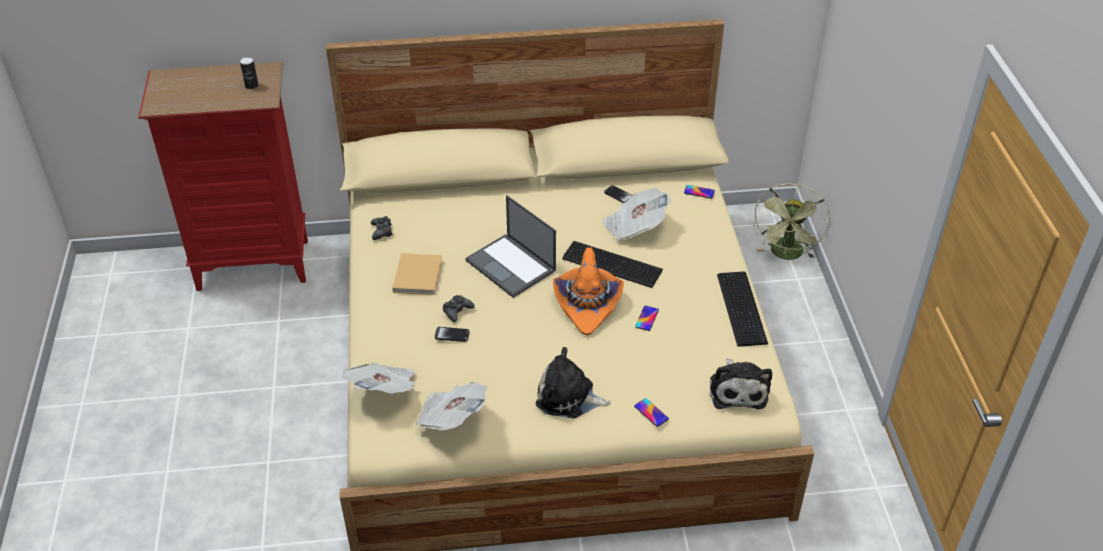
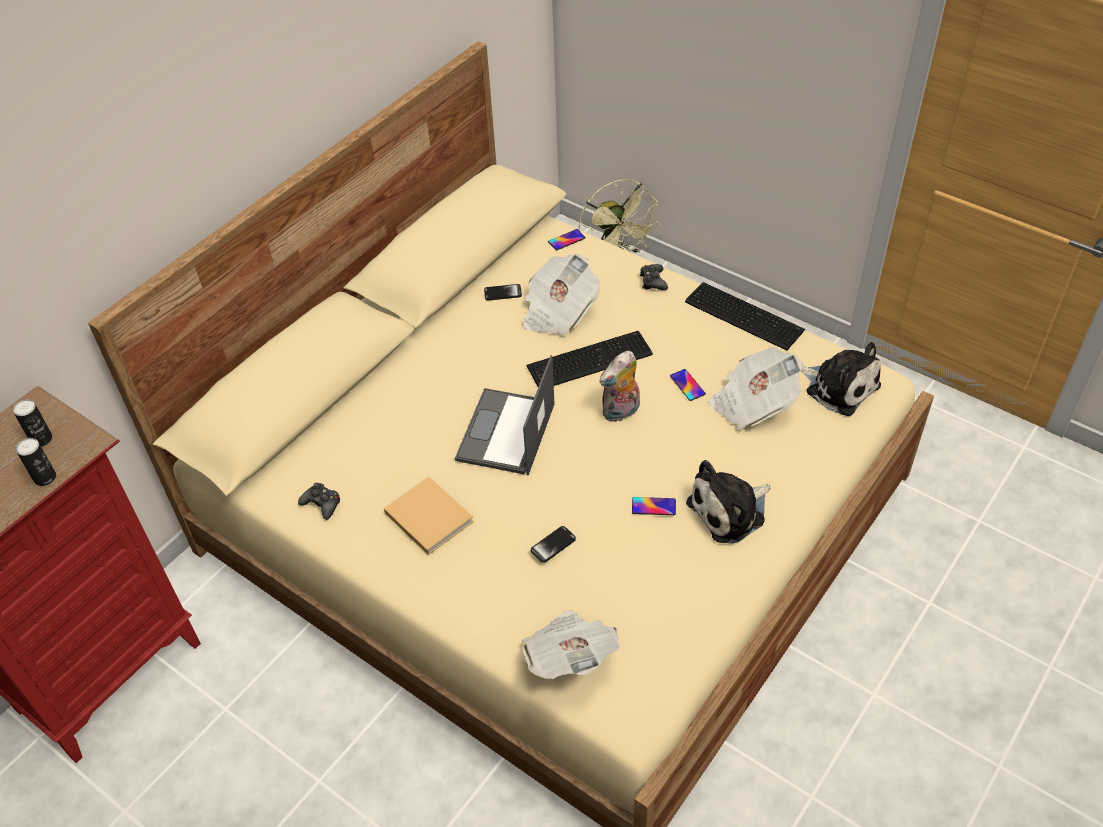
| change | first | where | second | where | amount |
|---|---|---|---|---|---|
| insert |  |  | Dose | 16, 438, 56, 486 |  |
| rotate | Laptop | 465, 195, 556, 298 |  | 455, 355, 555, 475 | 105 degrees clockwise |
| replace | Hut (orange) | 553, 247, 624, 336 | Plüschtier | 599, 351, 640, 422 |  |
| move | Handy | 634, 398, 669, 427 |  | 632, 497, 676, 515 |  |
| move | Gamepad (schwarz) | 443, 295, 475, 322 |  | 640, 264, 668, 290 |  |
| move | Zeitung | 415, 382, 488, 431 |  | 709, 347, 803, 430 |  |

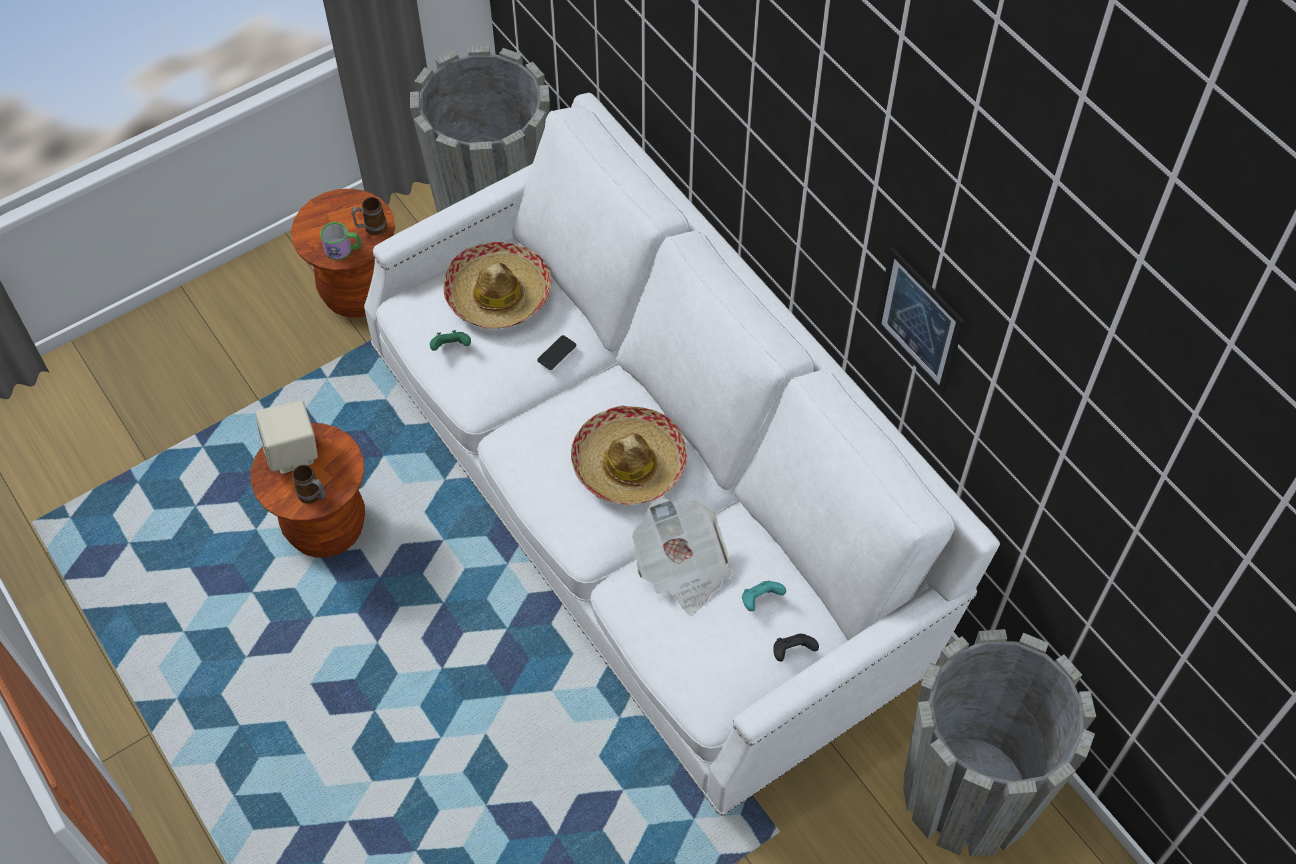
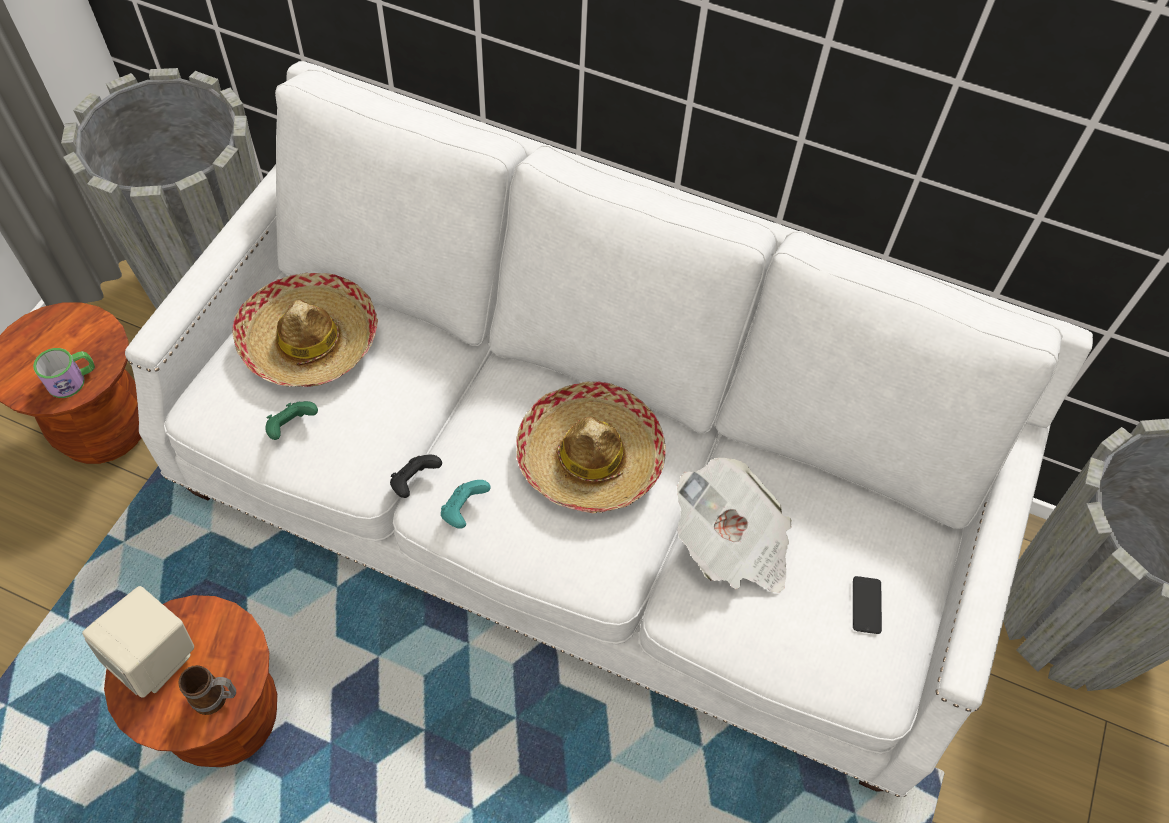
| change | first | where | second | where | amount |
|---|---|---|---|---|---|
| move | Gamepad (schwarz) | 773, 634, 819, 662 |  | 390, 455, 442, 498 |  |
| move | Gamepad (türkis) | 742, 581, 786, 611 |  | 441, 480, 491, 528 |  |
| move | Handy | 537, 335, 576, 370 |  | 853, 576, 882, 634 |  |
| delete | Henkelbecher | 351, 197, 387, 236 |  |  |  |
| delete | Bild | 875, 247, 964, 395 |  |  |  |

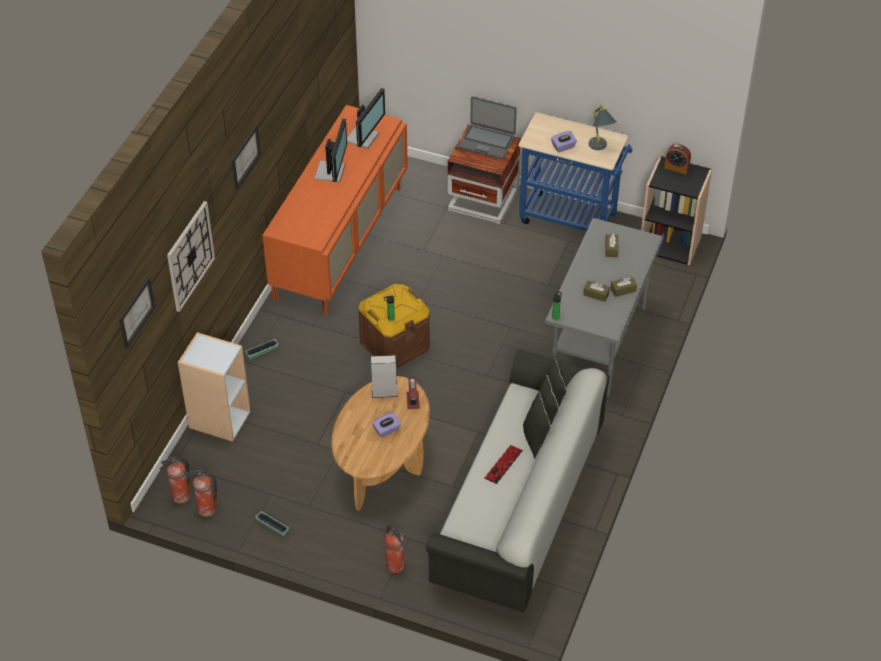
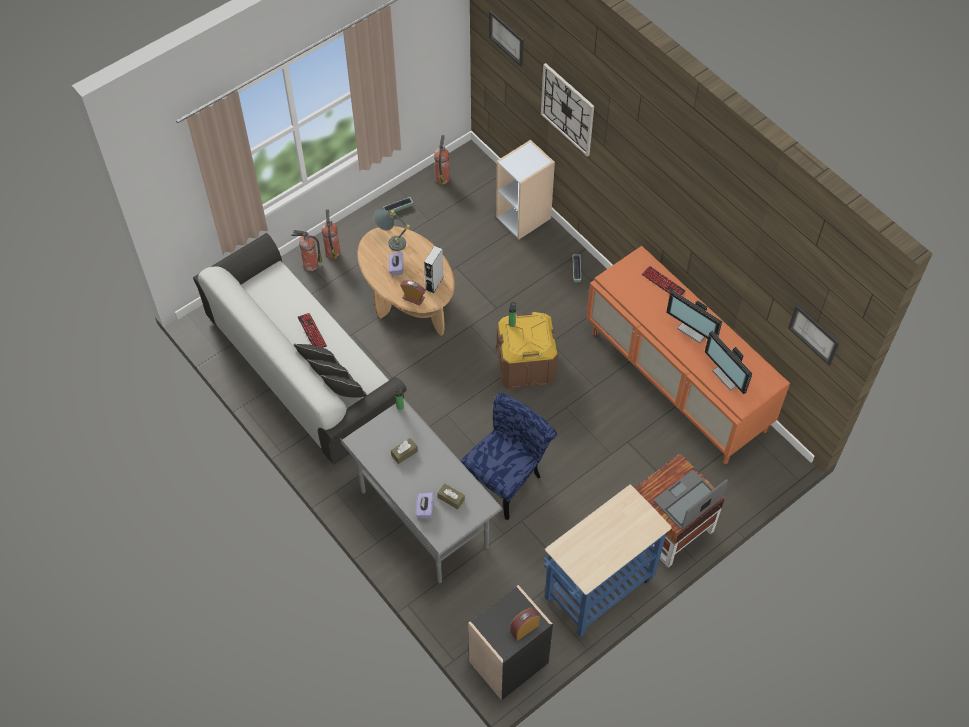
| change | first | where | second | where | amount |
|---|---|---|---|---|---|
| move | Feuerlöscher | 159, 457, 191, 504 |  | 322, 209, 340, 259 |  |
| move | Tischlampe (grau) | 589, 104, 617, 150 |  | 373, 209, 410, 251 |  |
| move | Taschentuchbox (lila) | 551, 131, 577, 152 |  | 416, 492, 434, 519 |  |
| insert |  |  | Stuhl (blau) | 461, 393, 557, 520 |  |
| insert |  |  | Tastatur | 642, 266, 686, 295 |  |
| move | Bild | 232, 125, 261, 190 |  | 788, 305, 839, 366 |  |
| delete | Taschentuchbox (braun) | 610, 277, 637, 297 |  |  |  |

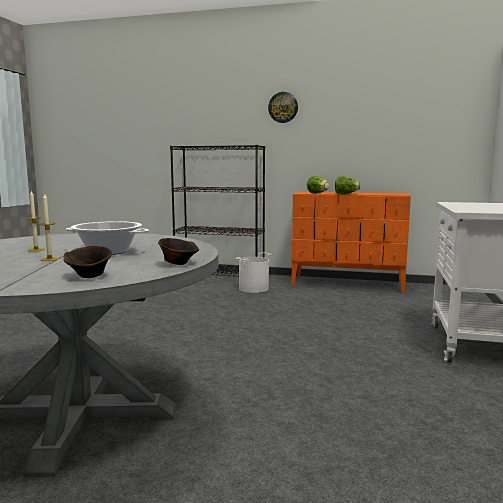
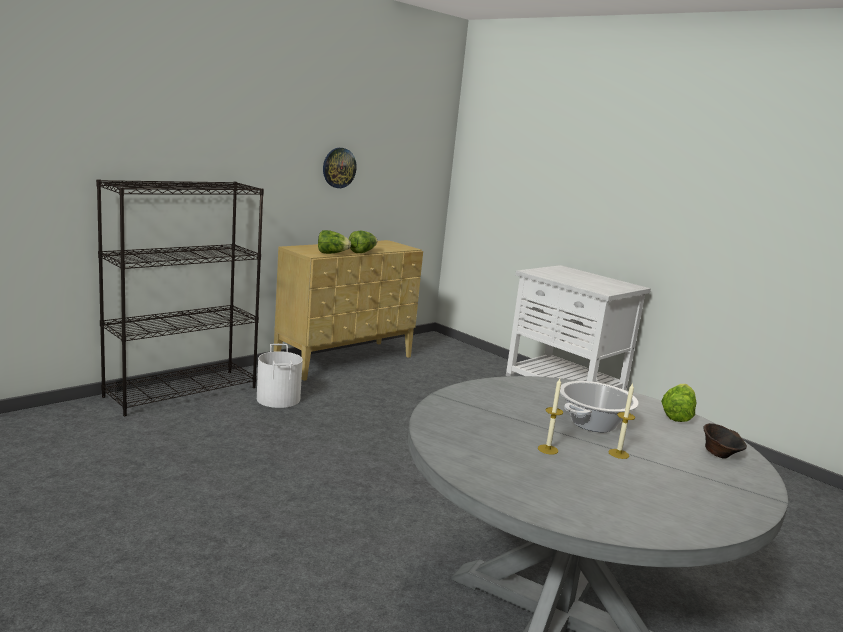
| change | first | where | second | where | amount |
|---|---|---|---|---|---|
| recolor | Kommode (orange) | 291, 192, 411, 293 | Kommode (beige) | 274, 240, 423, 381 |  |
| move | Wanduhr | 268, 92, 298, 123 |  | 323, 148, 357, 188 |  |
| replace | Schüssel (braun) | 158, 238, 199, 265 | Salatkopf | 661, 384, 696, 422 |  |

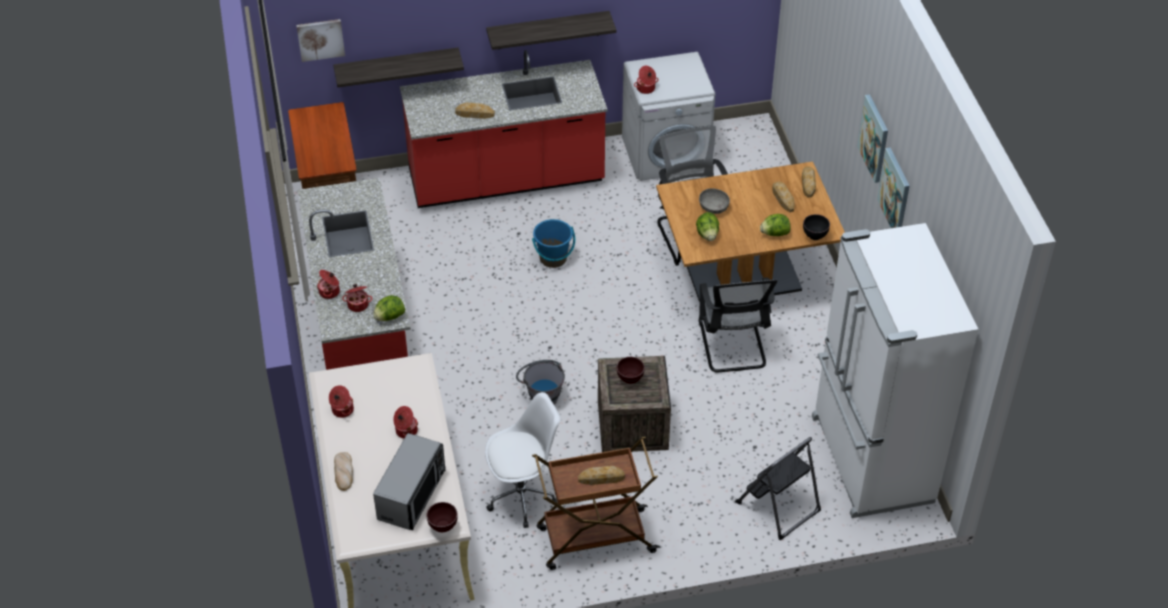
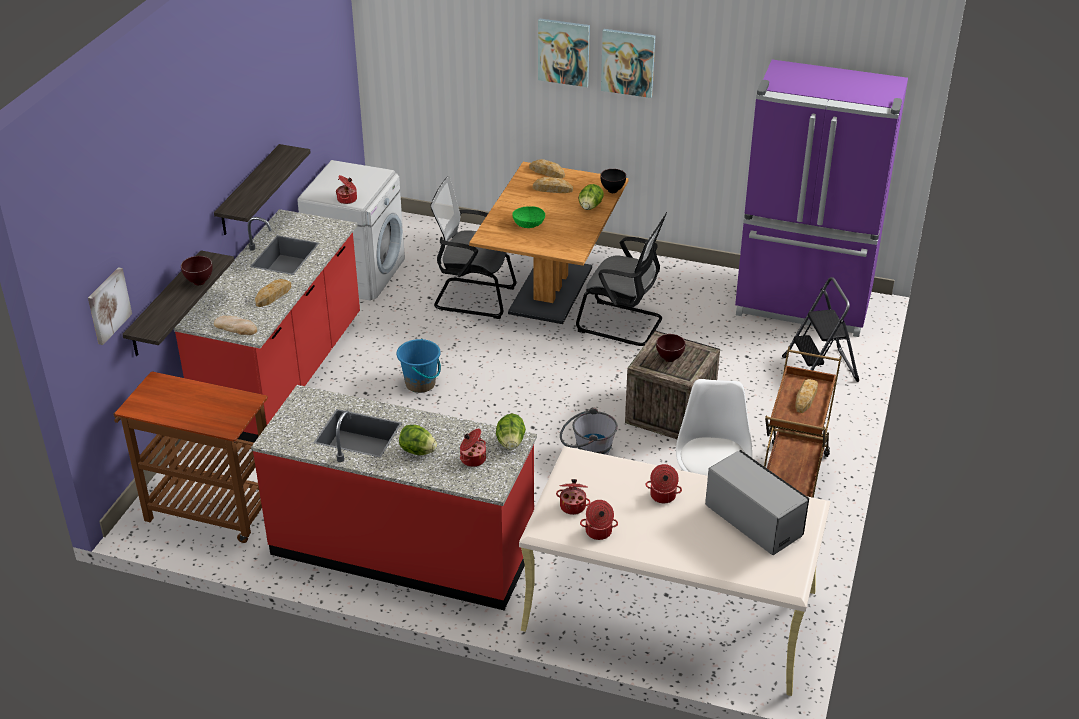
| change | first | where | second | where | amount |
|---|---|---|---|---|---|
| move | Schüssel (braun) | 427, 502, 458, 532 |  | 181, 256, 213, 285 |  |
| move | Brot | 334, 452, 353, 491 |  | 214, 316, 257, 335 |  |
| move | Salatkopf | 696, 212, 719, 241 |  | 399, 425, 437, 455 |  |
| recolor | Schüssel (grau) | 699, 188, 730, 214 | Schüssel (grün) | 512, 206, 545, 228 |  |
| move | Bild | 877, 148, 909, 228 |  | 538, 18, 590, 87 |  |
| move | Kochtopf | 317, 270, 340, 299 |  | 556, 479, 590, 515 |  |
| recolor | Kühlschrank (weiß) | 812, 223, 978, 518 | Kühlschrank (lila) | 735, 60, 908, 337 |  |

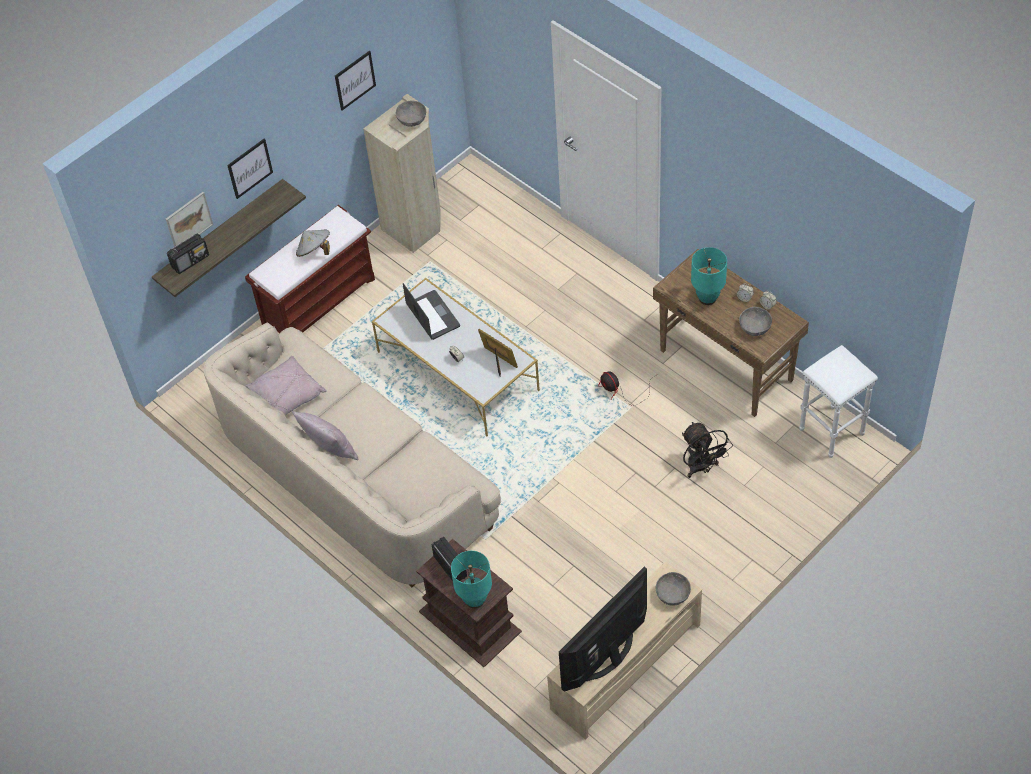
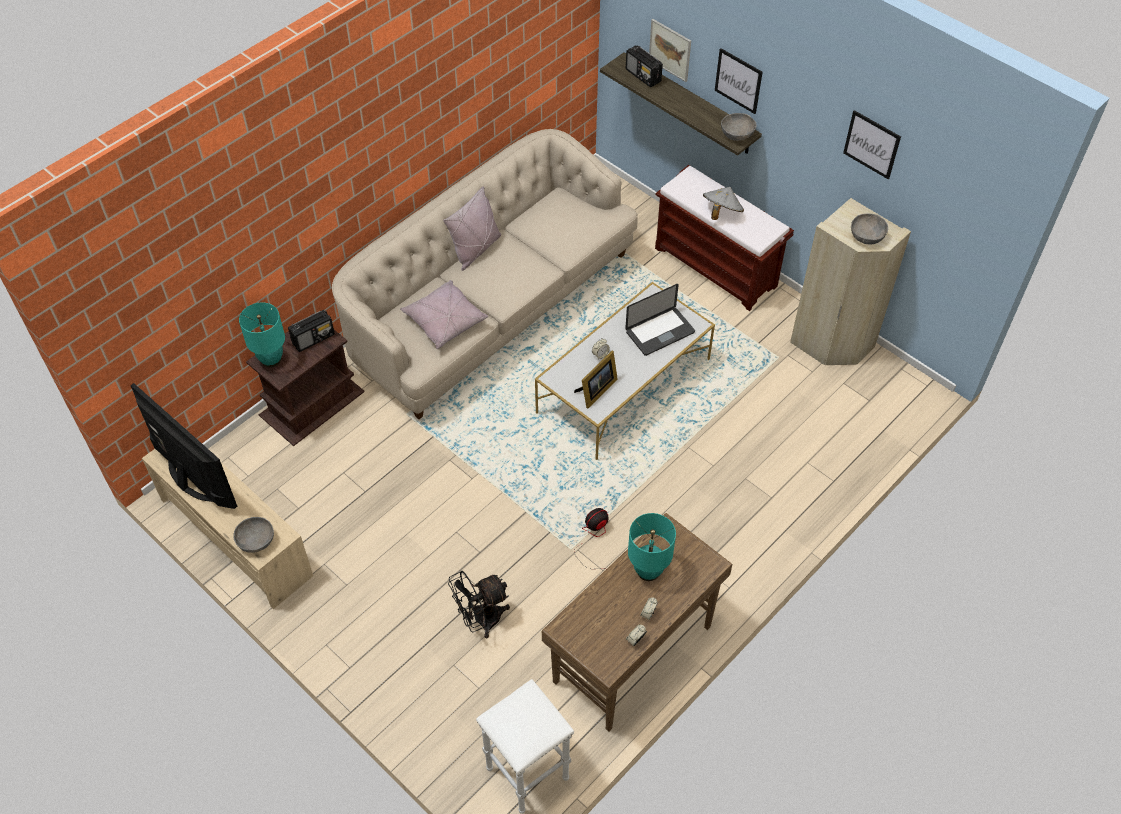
| change | first | where | second | where | amount |
|---|---|---|---|---|---|
| move | Kissen (lila) | 245, 356, 327, 415 |  | 400, 280, 488, 349 |  |
| move | Schüssel (grau) | 739, 307, 772, 336 |  | 721, 113, 757, 141 |  |

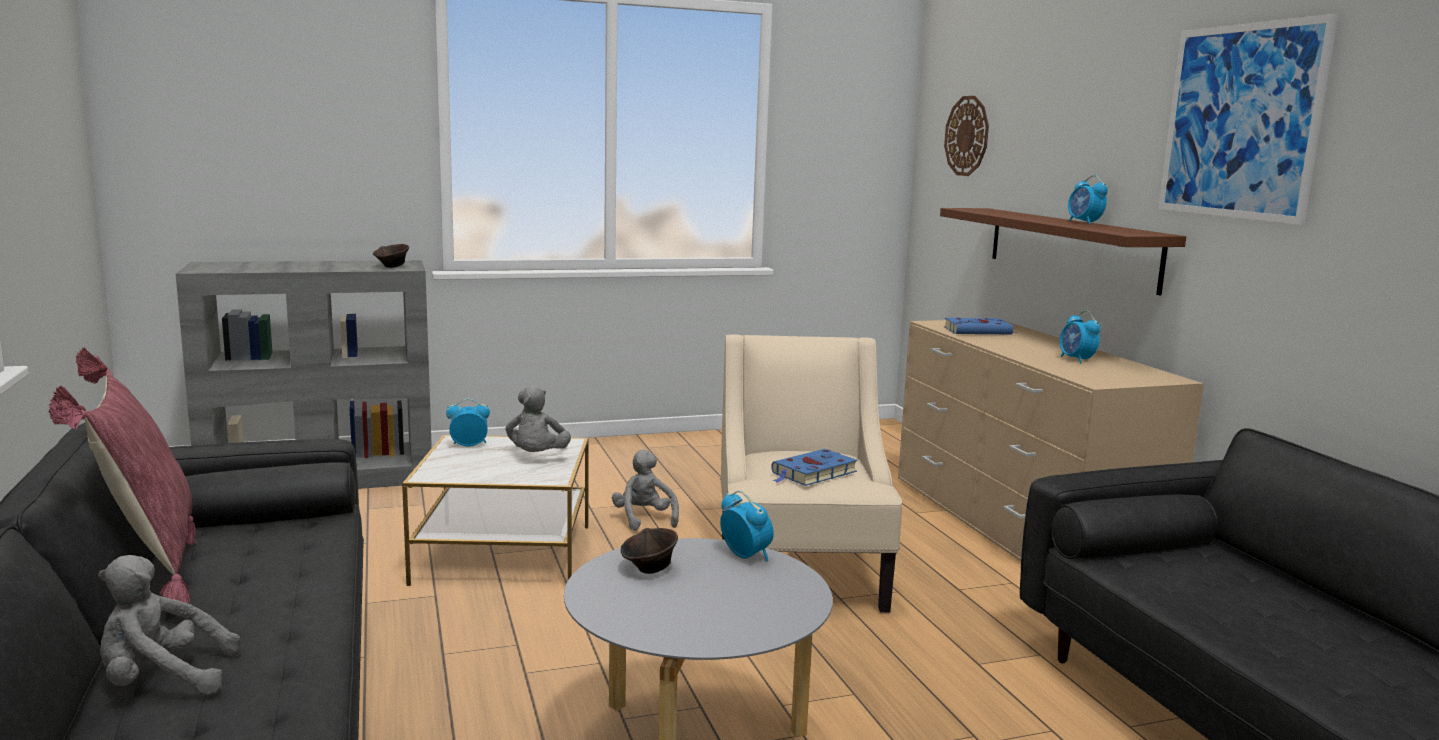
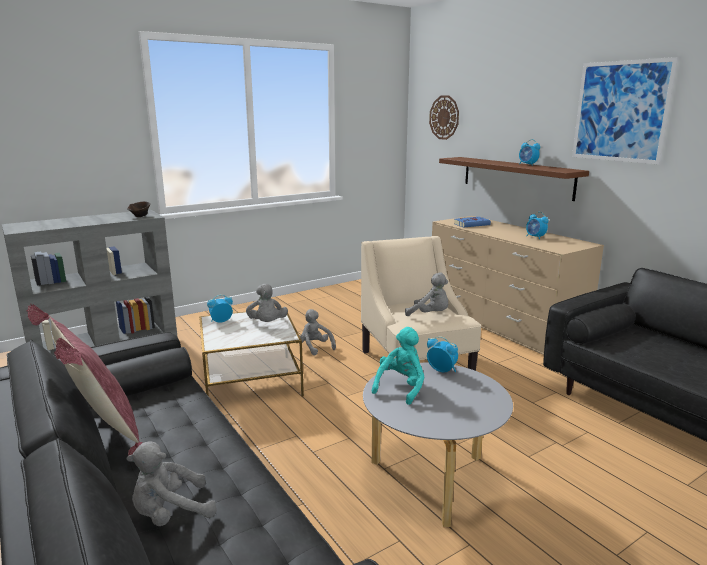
| change | first | where | second | where | amount |
|---|---|---|---|---|---|
| replace | Schüssel (braun) | 621, 528, 678, 574 | Plüschtier (türkis) | 372, 327, 425, 405 |  |
| replace | Buch (blau) | 771, 449, 858, 486 | Plüschtier (grau) | 405, 273, 448, 316 |  |

